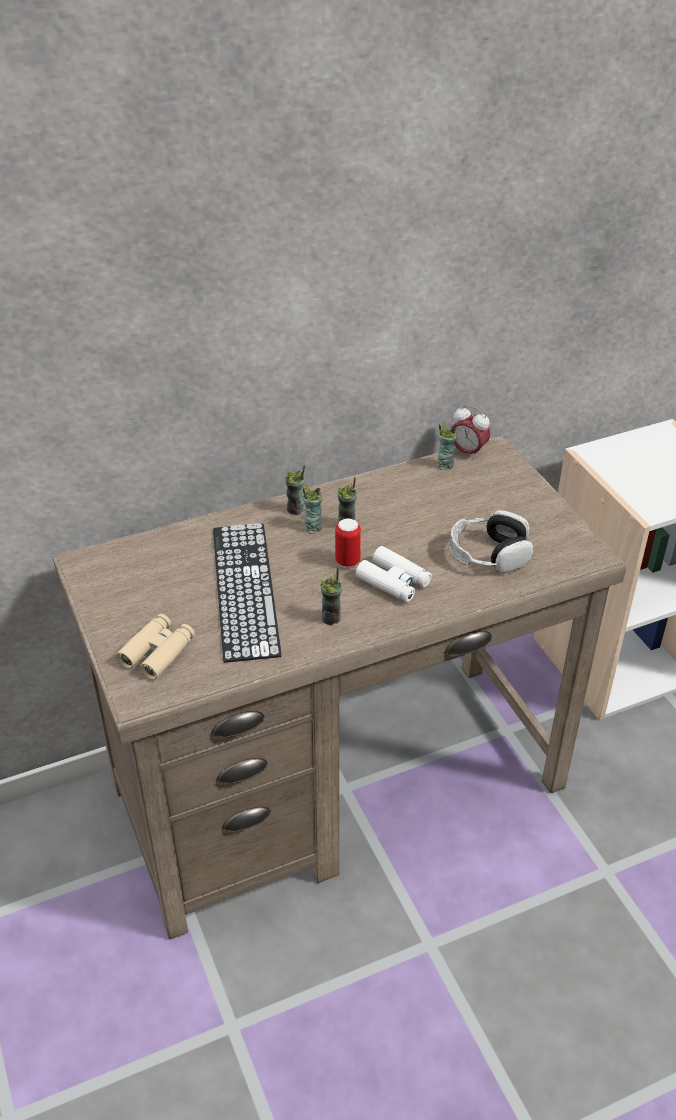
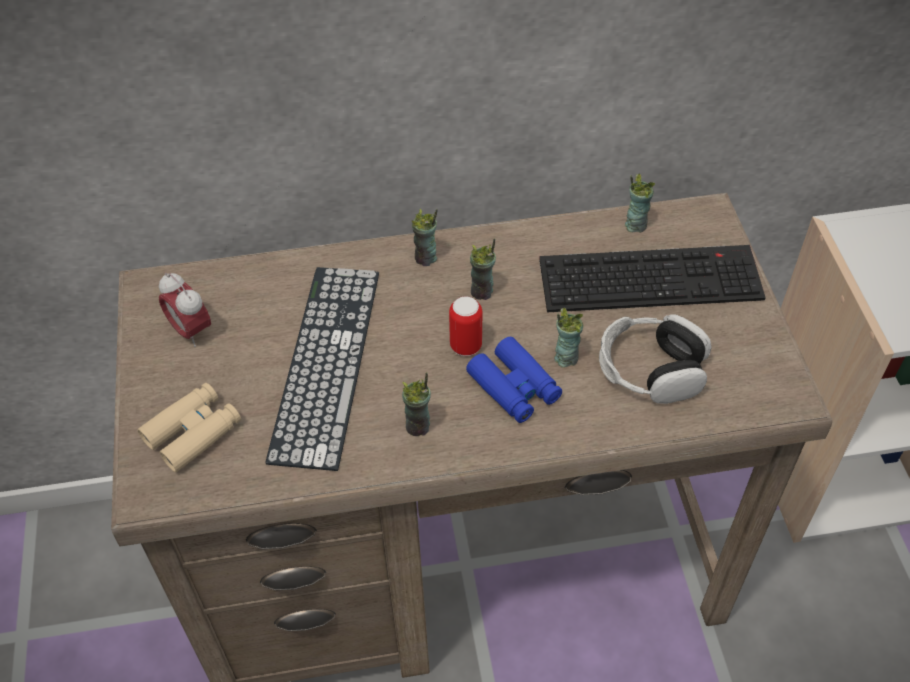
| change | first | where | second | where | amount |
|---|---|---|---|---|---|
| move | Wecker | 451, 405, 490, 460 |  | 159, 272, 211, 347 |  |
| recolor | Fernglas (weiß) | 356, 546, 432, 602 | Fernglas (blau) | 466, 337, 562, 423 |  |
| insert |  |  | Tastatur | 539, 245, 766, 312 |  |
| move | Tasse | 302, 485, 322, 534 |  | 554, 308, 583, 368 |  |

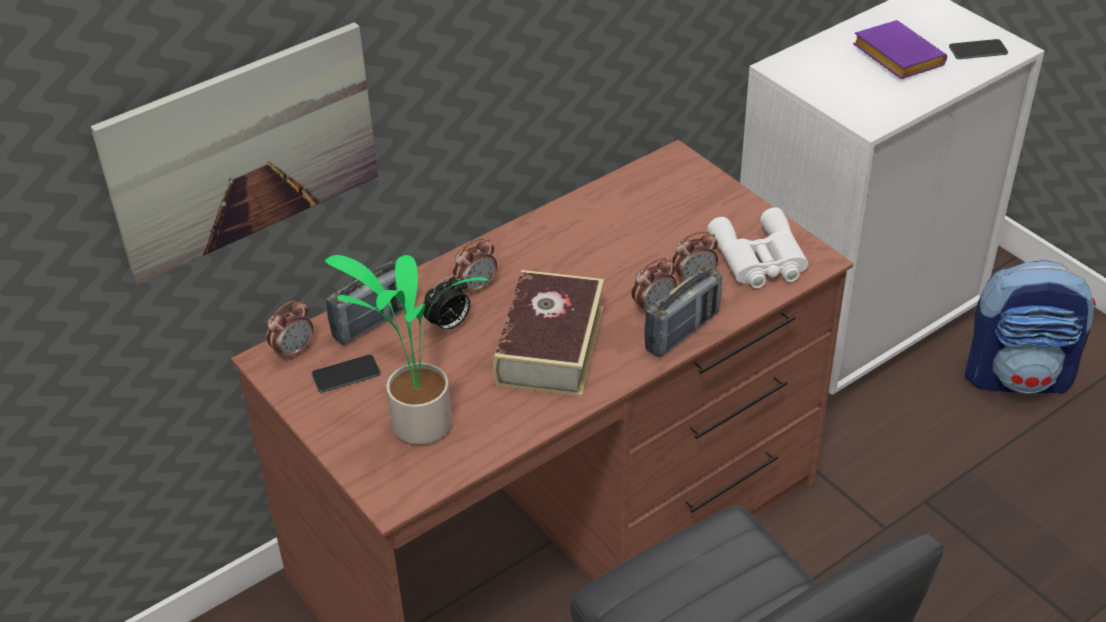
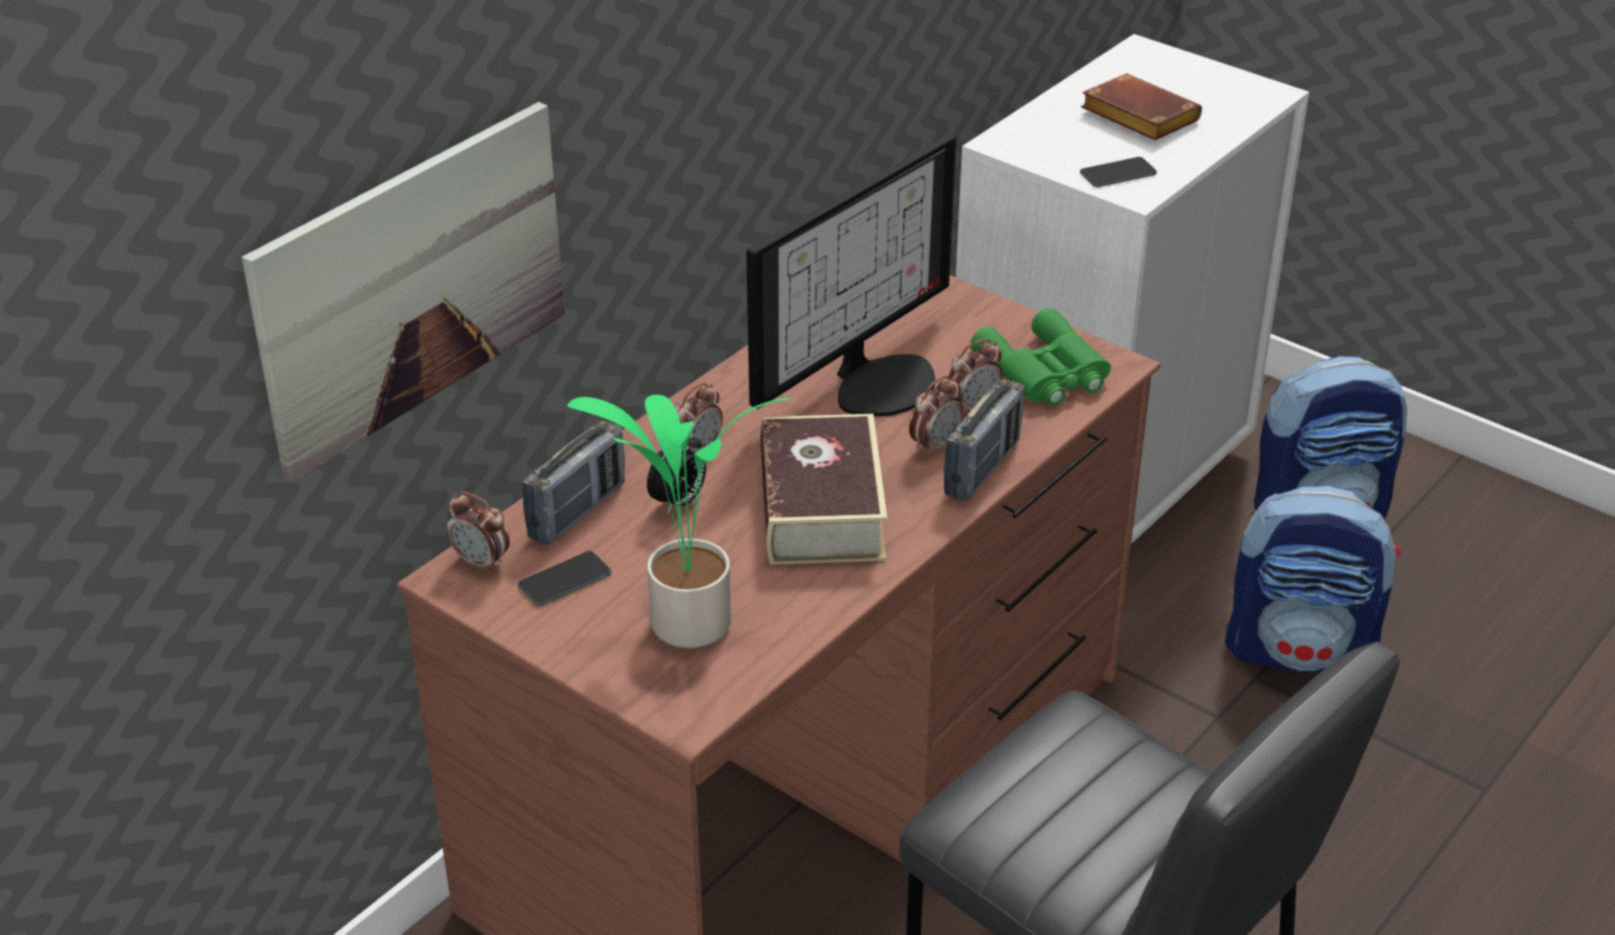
| change | first | where | second | where | amount |
|---|---|---|---|---|---|
| rotate | Wecker | 267, 300, 313, 362 |  | 447, 491, 510, 573 | 90 degrees clockwise |
| insert |  |  | Monitor | 746, 134, 956, 417 |  |
| recolor | Fernglas (weiß) | 707, 207, 808, 288 | Fernglas (grün) | 970, 308, 1111, 406 |  |
| move | Handy | 949, 39, 1008, 59 |  | 1080, 157, 1157, 187 |  |
| recolor | Buch (lila) | 853, 20, 947, 79 | Buch (braun) | 1081, 74, 1202, 140 |  |
| insert |  |  | Rucksack | 1225, 485, 1401, 674 |  |

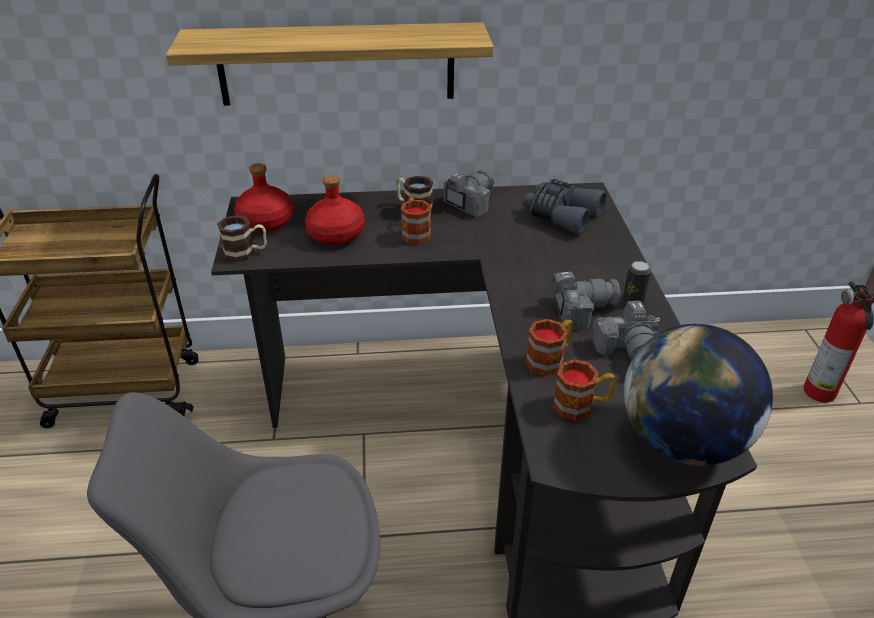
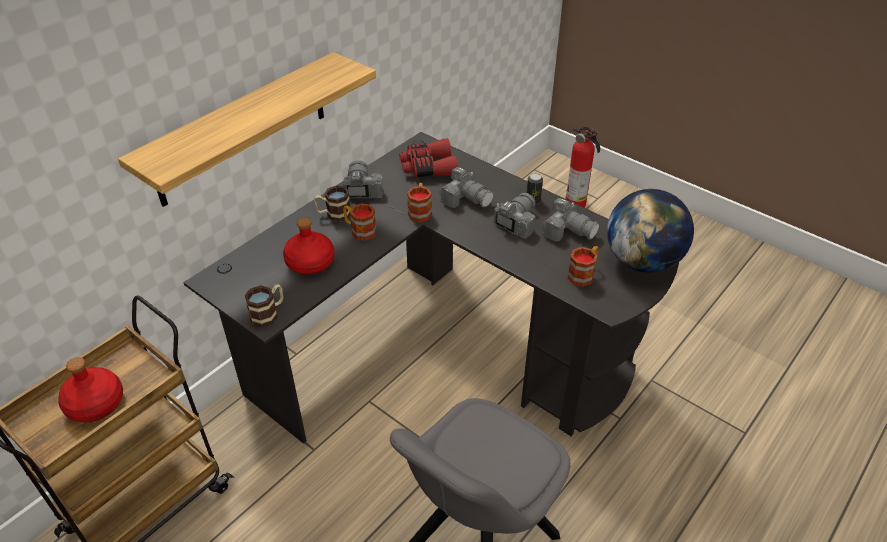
| change | first | where | second | where | amount |
|---|---|---|---|---|---|
| move | Flasche (rot) | 234, 163, 294, 232 |  | 58, 357, 123, 422 |  |
| recolor | Fernglas (grau) | 524, 179, 607, 235 | Fernglas (rot) | 399, 138, 458, 177 |  |
| move | Henkelbecher | 525, 319, 573, 376 |  | 407, 183, 432, 222 |  |
| insert |  |  | Kamera | 439, 167, 494, 208 |  |

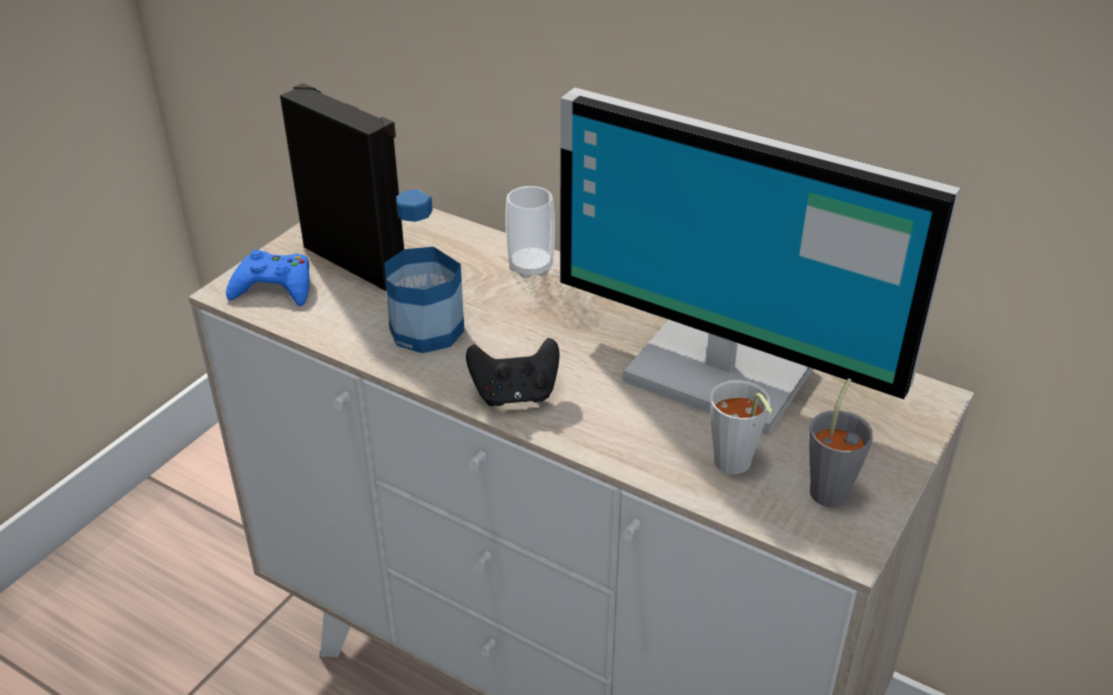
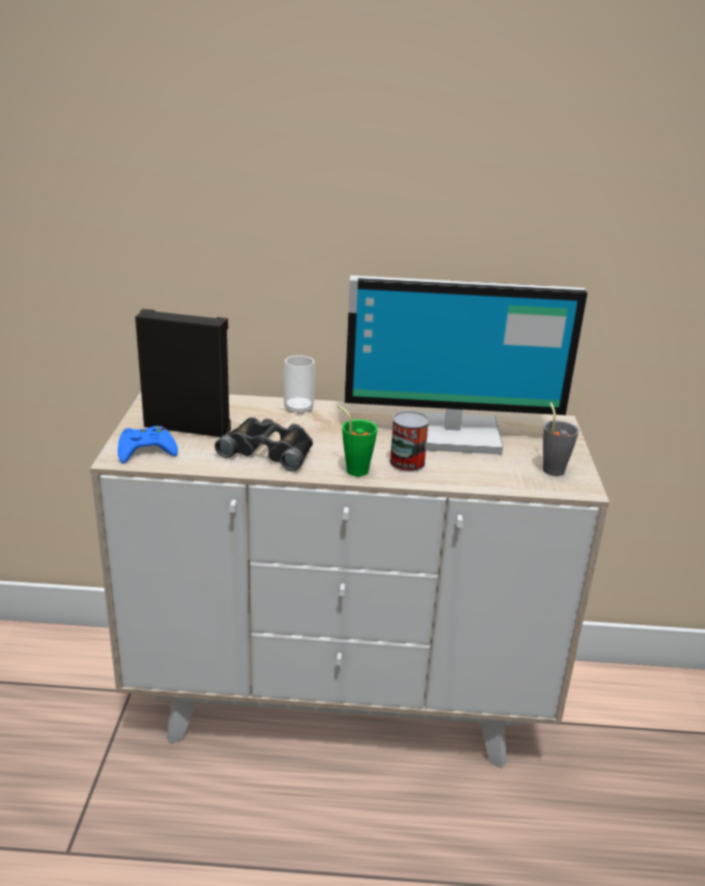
| change | first | where | second | where | amount |
|---|---|---|---|---|---|
| replace | Flasche | 384, 189, 464, 353 | Fernglas (schwarz) | 215, 417, 313, 472 |  |
| replace | Gamepad (schwarz) | 466, 338, 560, 406 | Tasse (grün) | 337, 405, 378, 477 |  |
| insert |  |  | Dose | 390, 411, 429, 472 |  |
| delete | Tasse (grau) | 710, 380, 773, 474 |  |  |  |

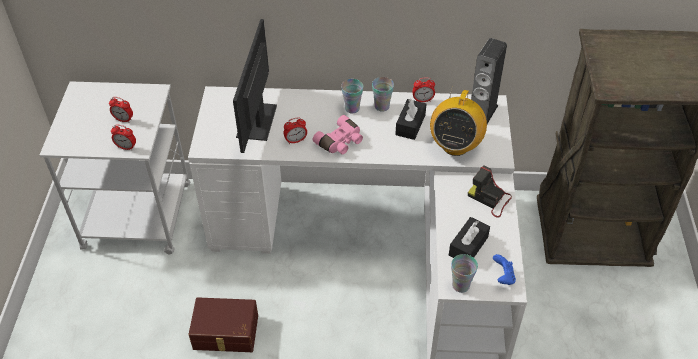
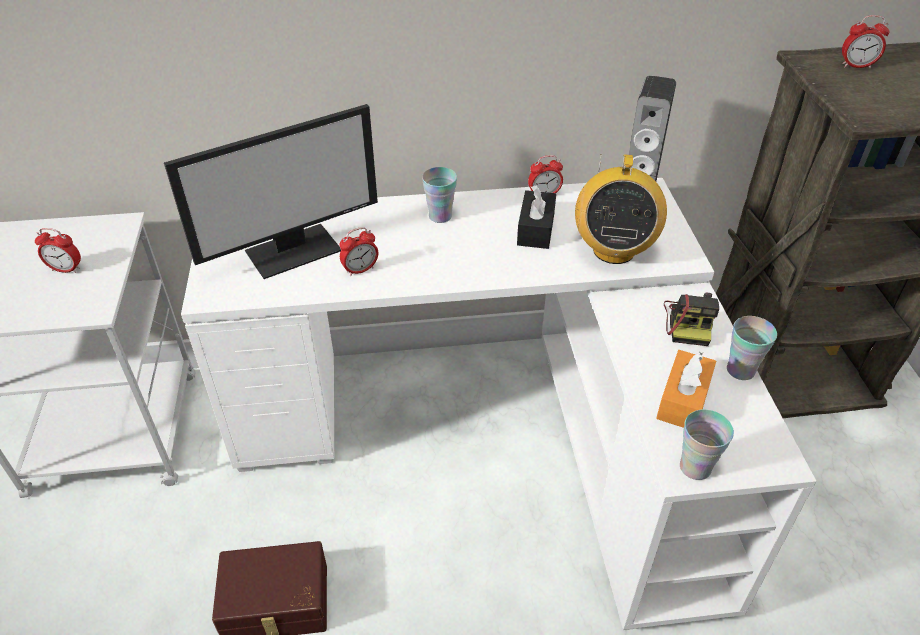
| change | first | where | second | where | amount |
|---|---|---|---|---|---|
| rotate | Monitor | 233, 19, 277, 153 |  | 164, 104, 378, 279 | 120 degrees counterclockwise |
| recolor | Taschentuchbox (schwarz) | 449, 217, 490, 258 | Taschentuchbox (orange) | 656, 350, 716, 428 |  |
| rotate | Kamera | 468, 165, 512, 218 |  | 664, 293, 719, 346 | 105 degrees counterclockwise |
| move | Tasse | 372, 77, 394, 112 |  | 727, 316, 777, 380 |  |
| move | Wecker | 111, 124, 136, 151 |  | 842, 15, 890, 68 |  |
| delete | Fernglas (rosa) | 312, 115, 363, 155 |  |  |  |
| delete | Gamepad (blau) | 493, 254, 516, 285 |  |  |  |

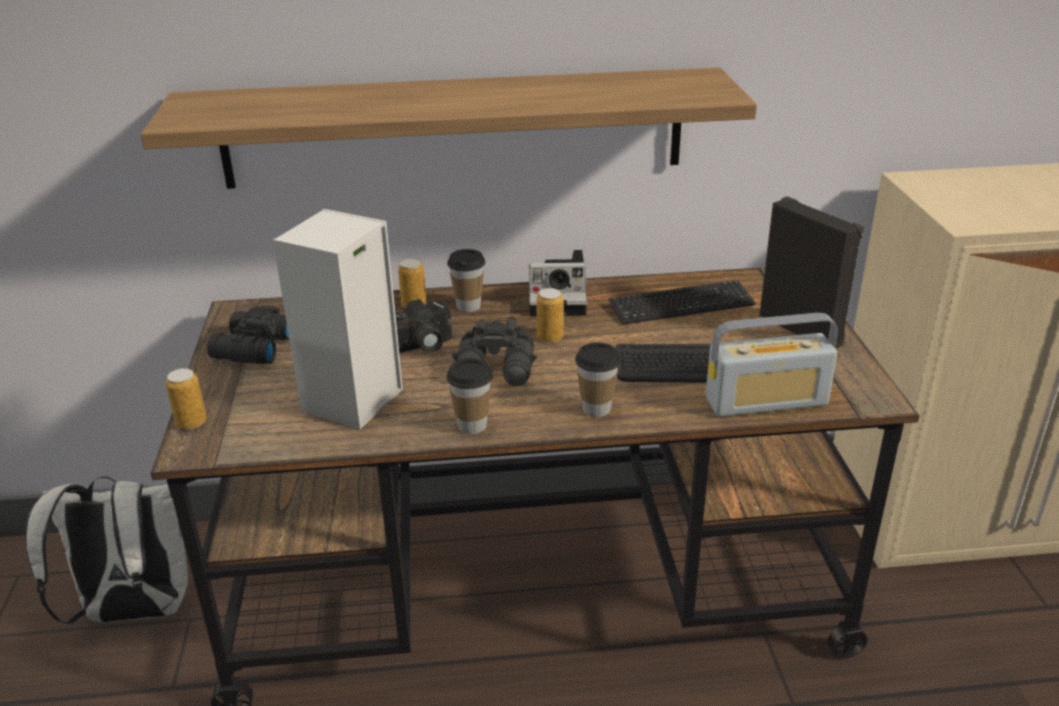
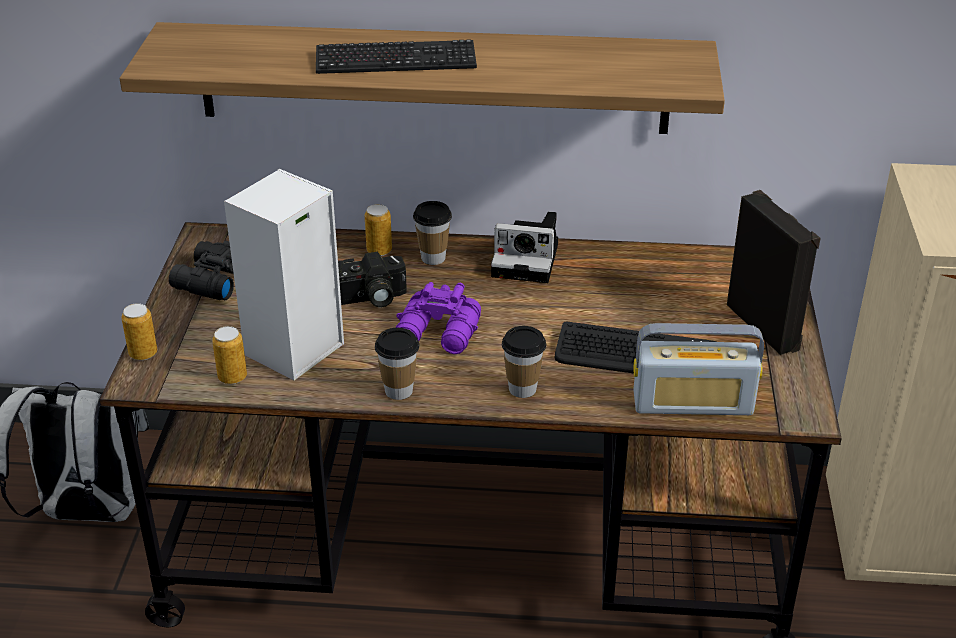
| change | first | where | second | where | amount |
|---|---|---|---|---|---|
| move | Dose | 536, 288, 564, 343 |  | 212, 326, 247, 384 |  |
| move | Tastatur | 608, 280, 756, 325 |  | 316, 39, 477, 74 |  |
| recolor | Fernglas (schwarz) | 452, 316, 537, 386 | Fernglas (lila) | 396, 282, 481, 354 |  |

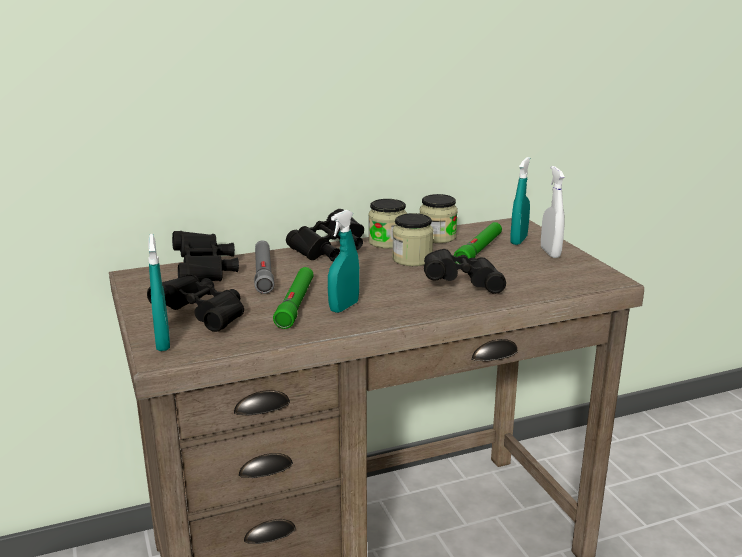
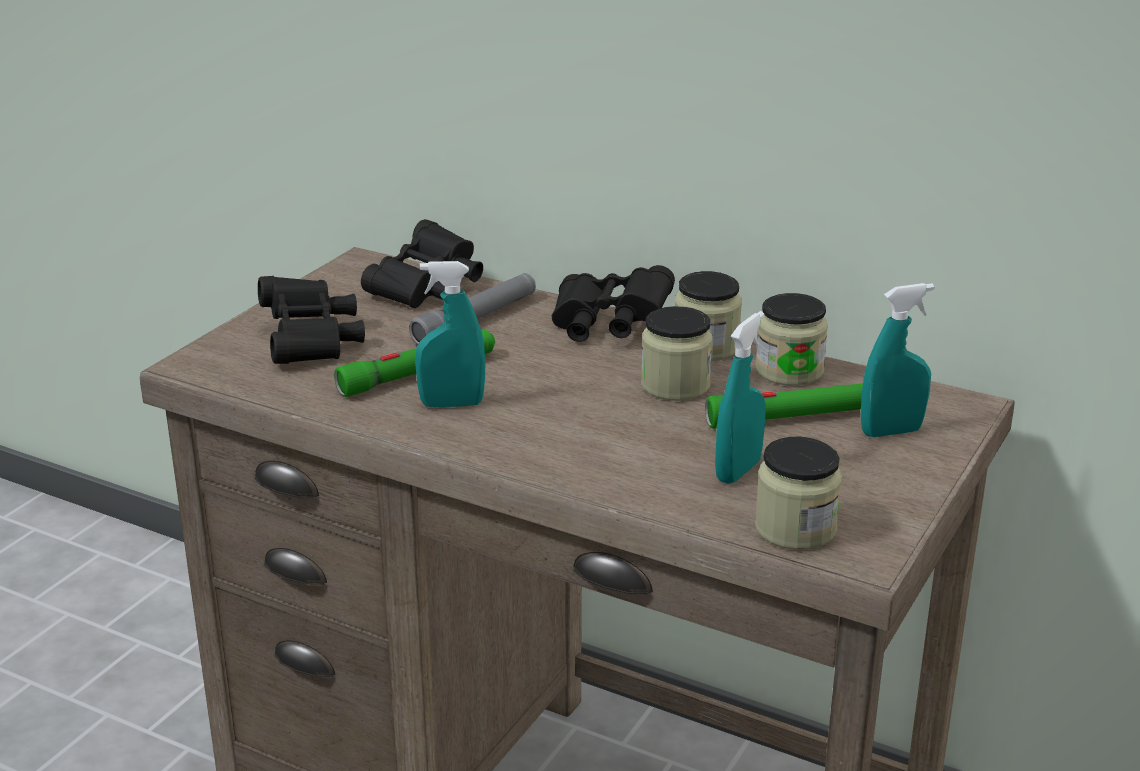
| change | first | where | second | where | amount |
|---|---|---|---|---|---|
| move | Sprühflasche (türkis) | 148, 234, 170, 351 |  | 715, 311, 766, 484 |  |
| insert |  |  | Vorratsglas | 755, 437, 842, 550 |  |
| delete | Fernglas (schwarz) | 424, 249, 506, 294 |  |  |  |
| delete | Sprühflasche (weiß) | 541, 166, 565, 258 |  |  |  |

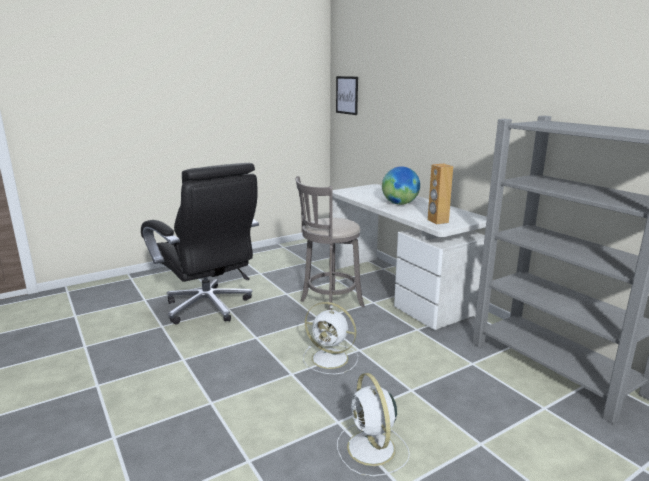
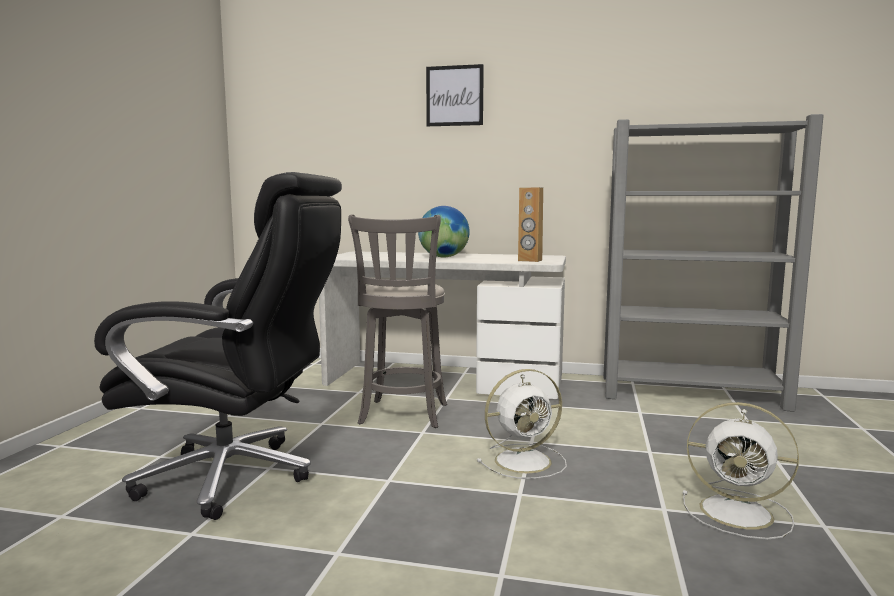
| change | first | where | second | where | amount |
|---|---|---|---|---|---|
| move | Bild | 336, 76, 358, 115 |  | 426, 64, 484, 126 |  |

